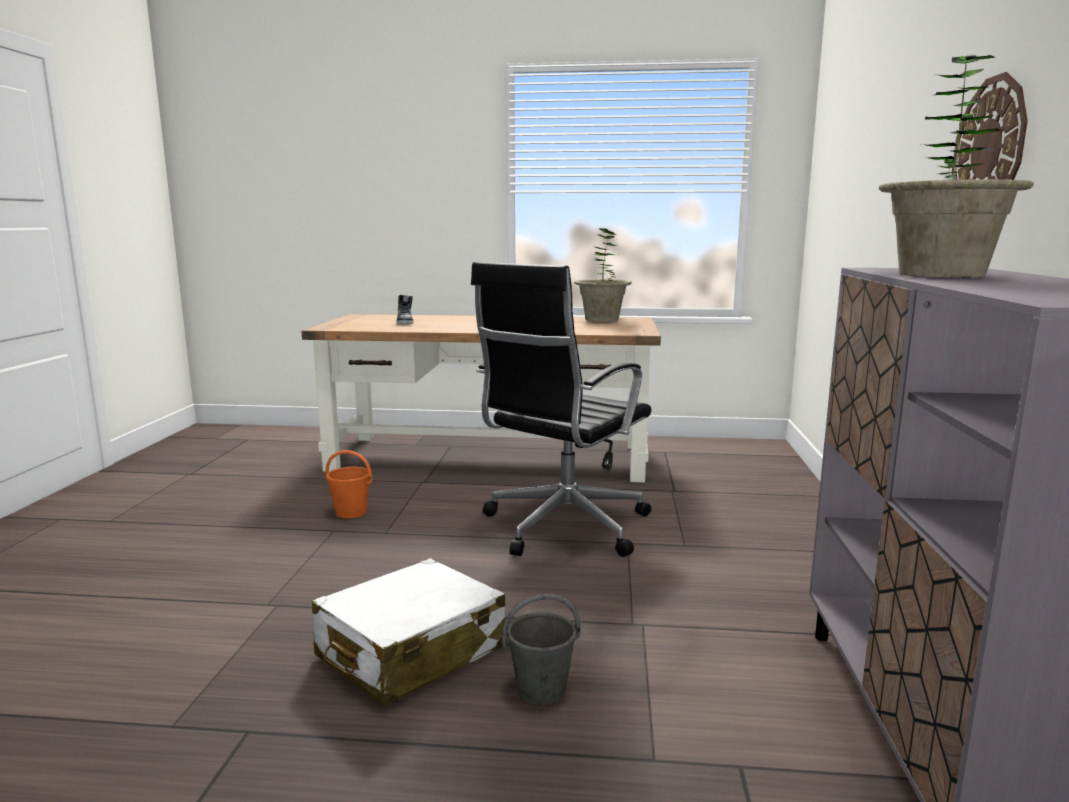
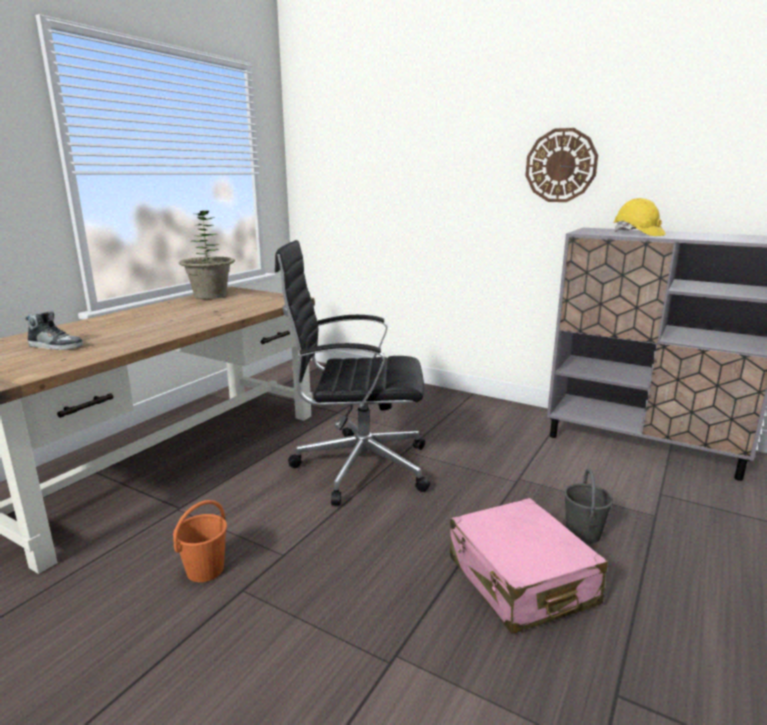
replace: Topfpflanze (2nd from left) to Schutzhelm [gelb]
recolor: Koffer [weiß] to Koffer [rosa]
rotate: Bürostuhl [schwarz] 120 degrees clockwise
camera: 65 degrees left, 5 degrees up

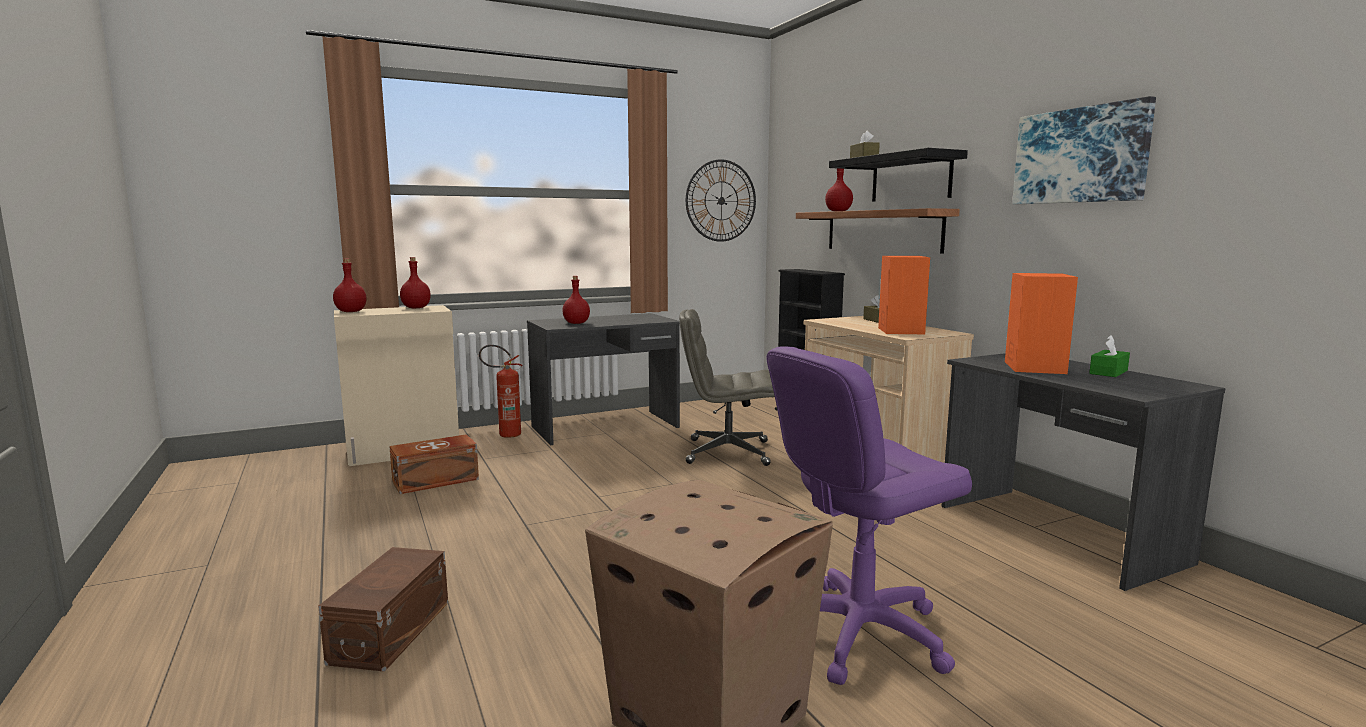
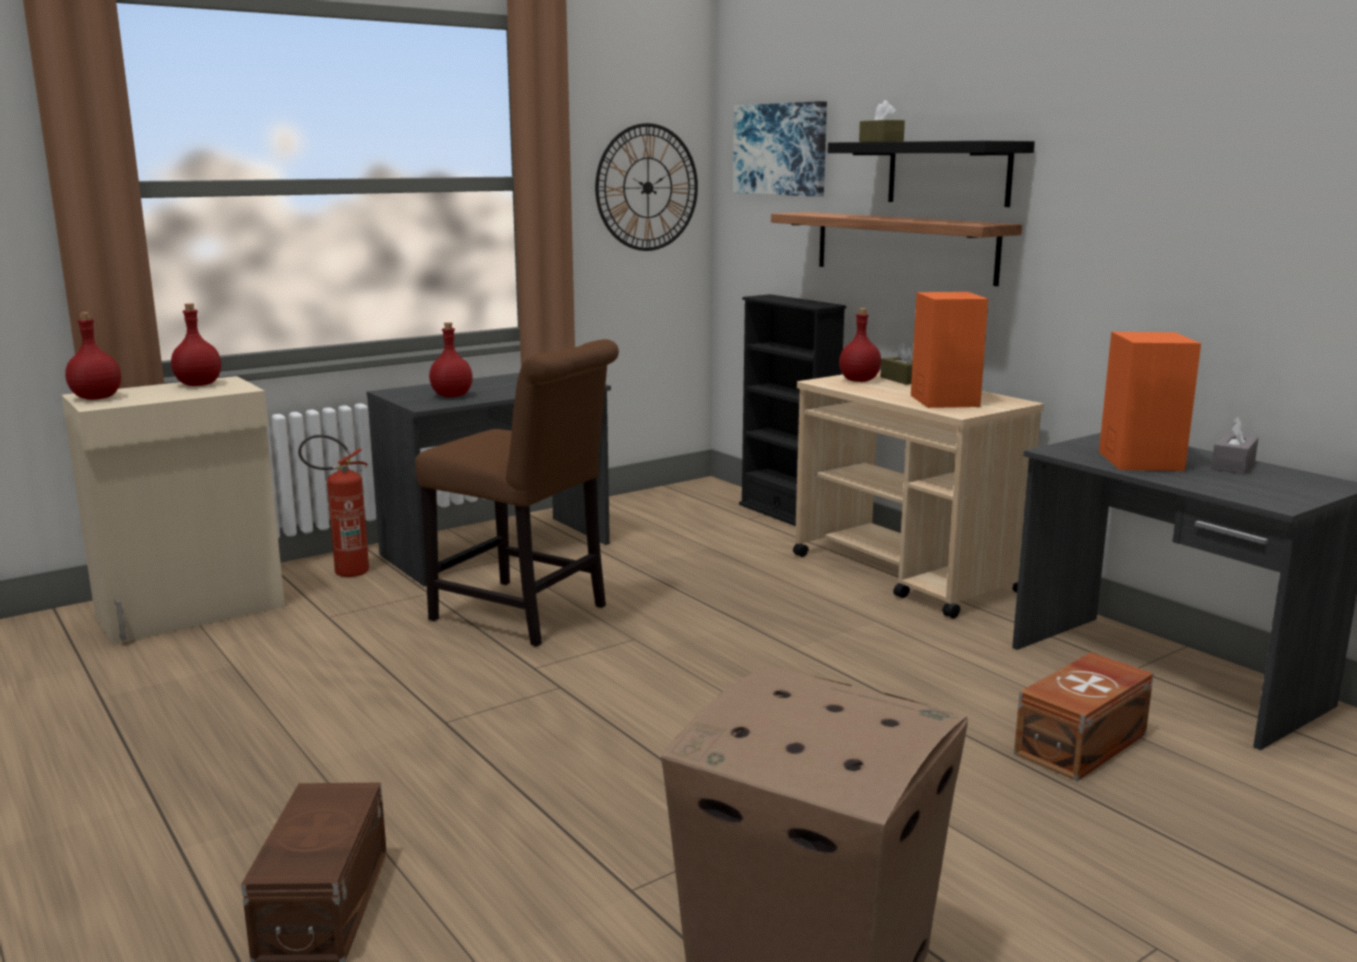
delete: Bürostuhl [grau]; Bürostuhl [lila]
insert: Stuhl [braun]
move: Bild; Flasche [rot] (4th from left); Aufbewahrungsbox [braun] (2nd from left)
recolor: Taschentuchbox [grün] to Taschentuchbox [grau]
camera: 10 degrees left, 5 degrees up

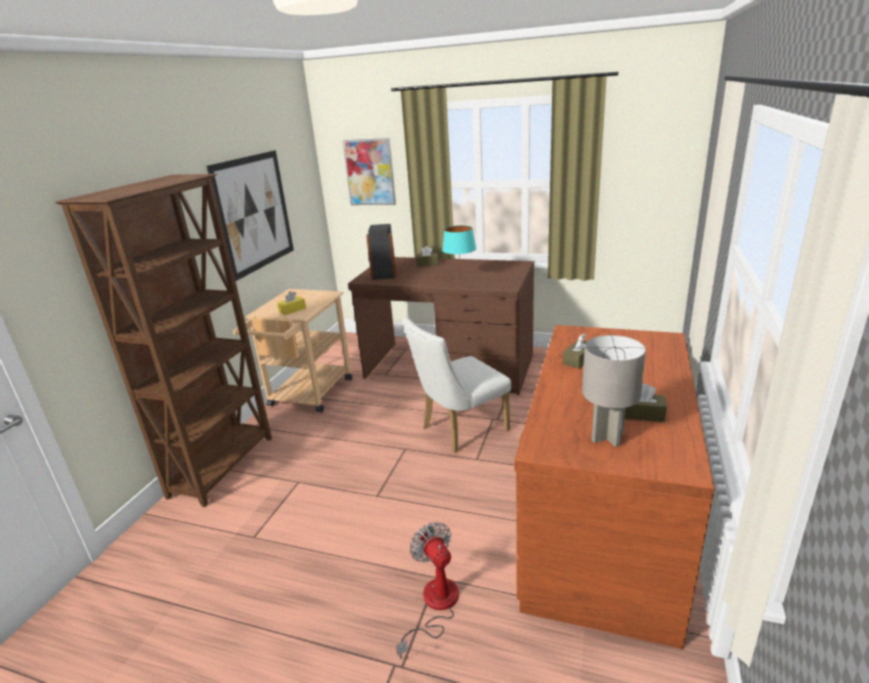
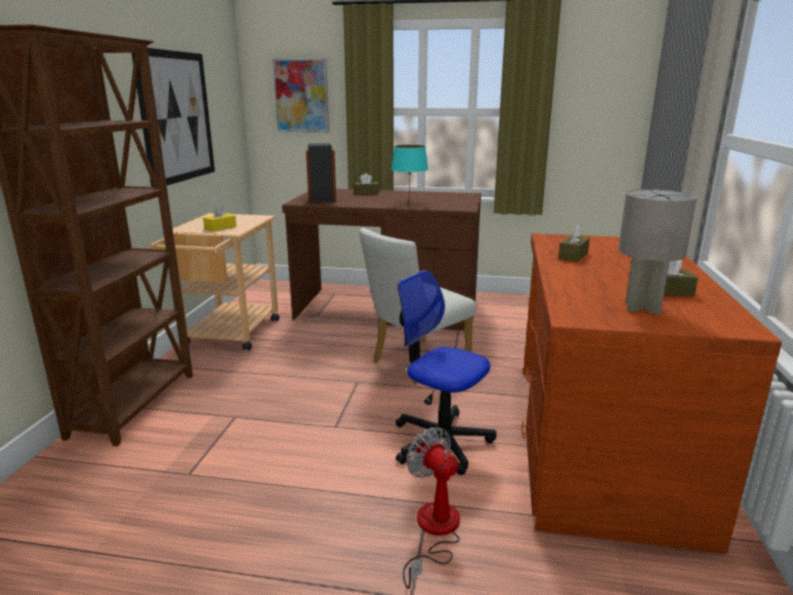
insert: Bürostuhl
camera: 10 degrees left, 5 degrees down

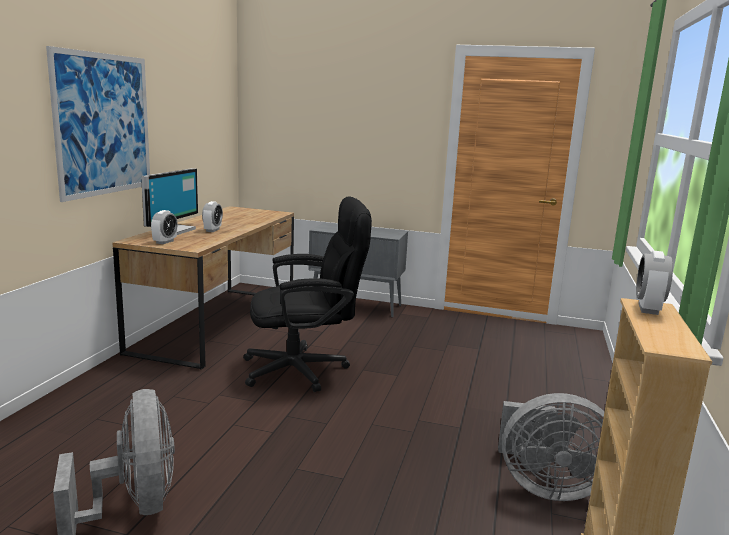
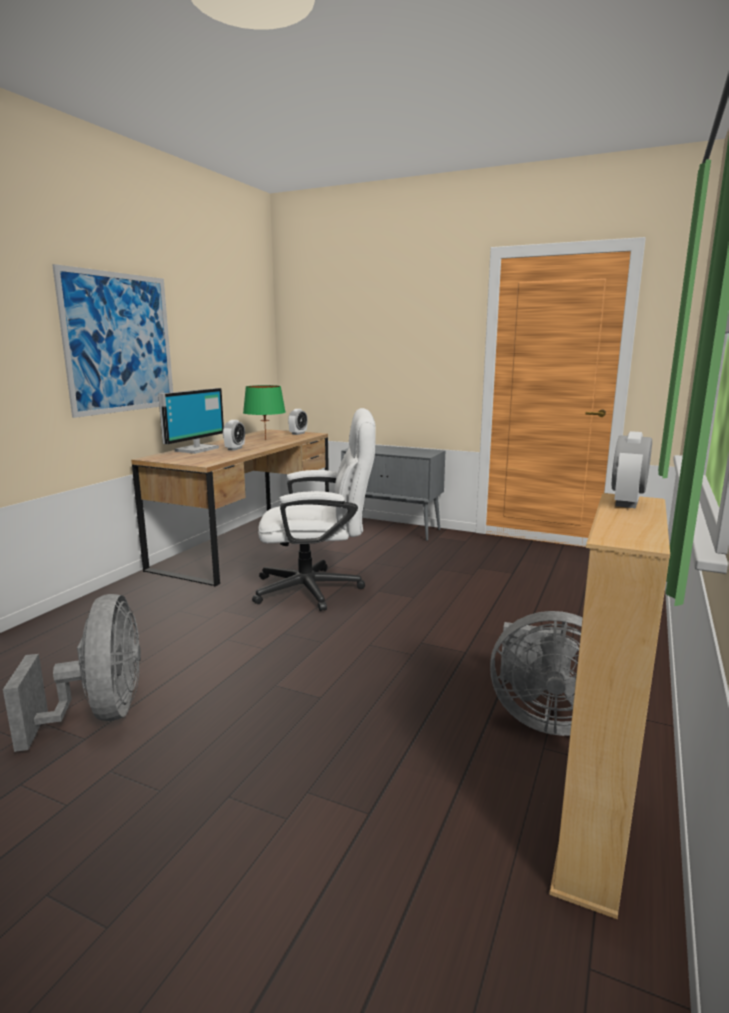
insert: Tischlampe [grün]
move: Wecker (1st from left in the first image) to Wecker (2nd from left)
recolor: Bürostuhl [schwarz] to Bürostuhl [weiß]
camera: 10 degrees right, 0 degrees up

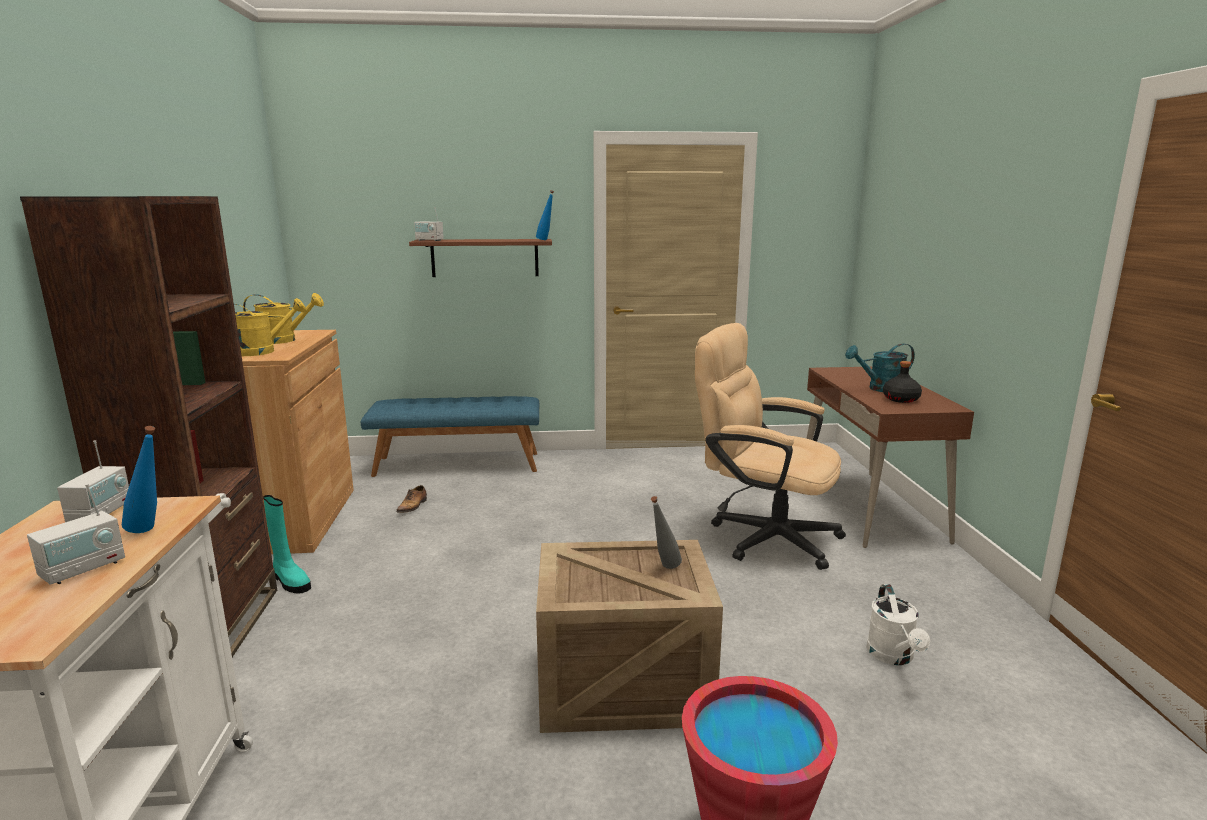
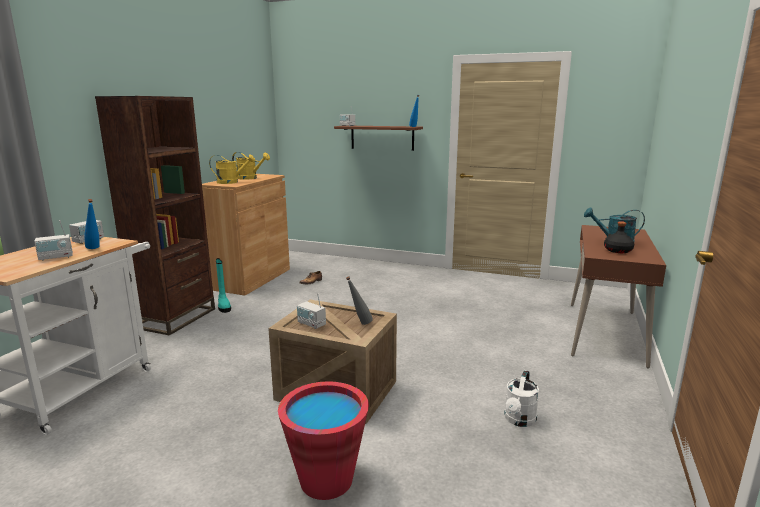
delete: Bürostuhl [beige]; Bank [blau]
insert: Radio (3rd from left)
camera: 25 degrees right, 0 degrees up

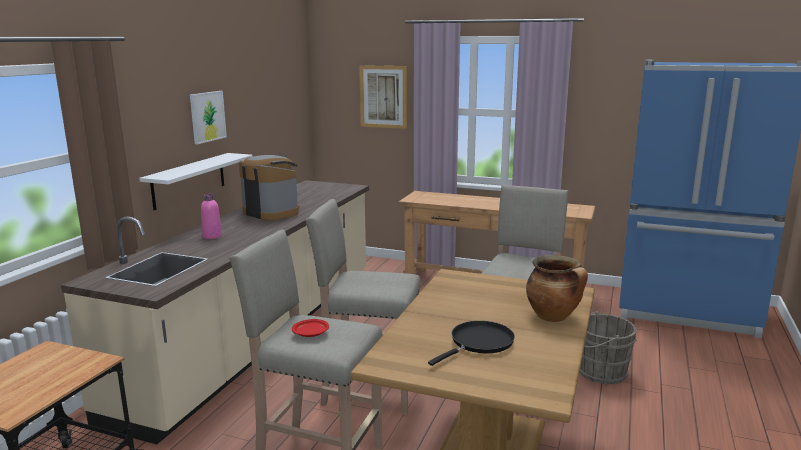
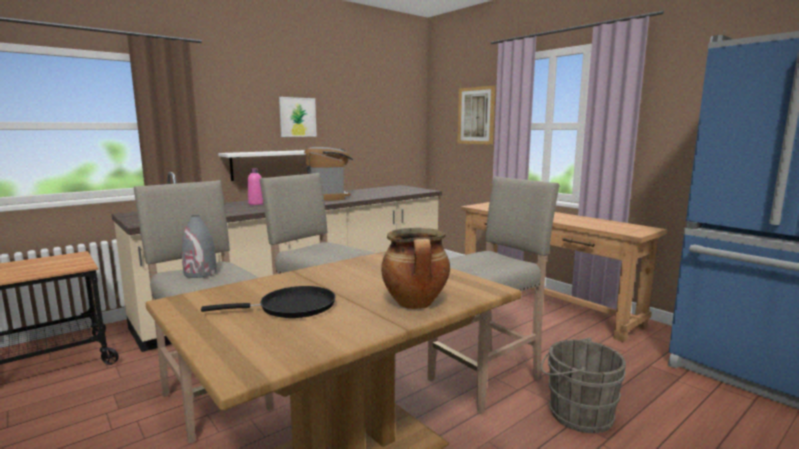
replace: Teller [rot] to Vase [grau]
camera: 30 degrees right, 5 degrees down

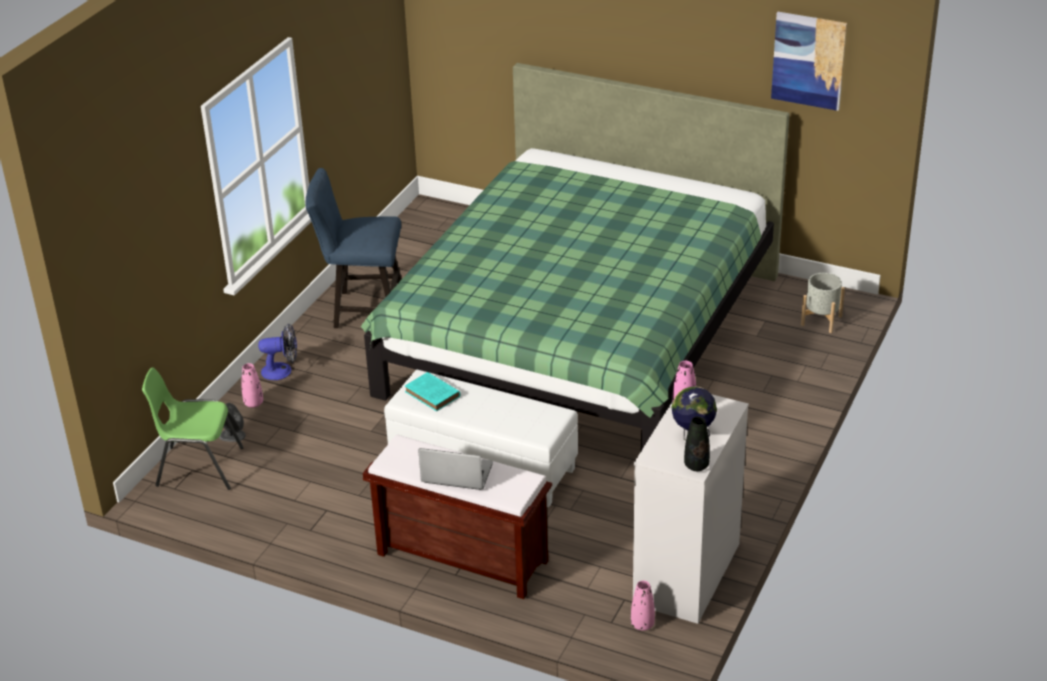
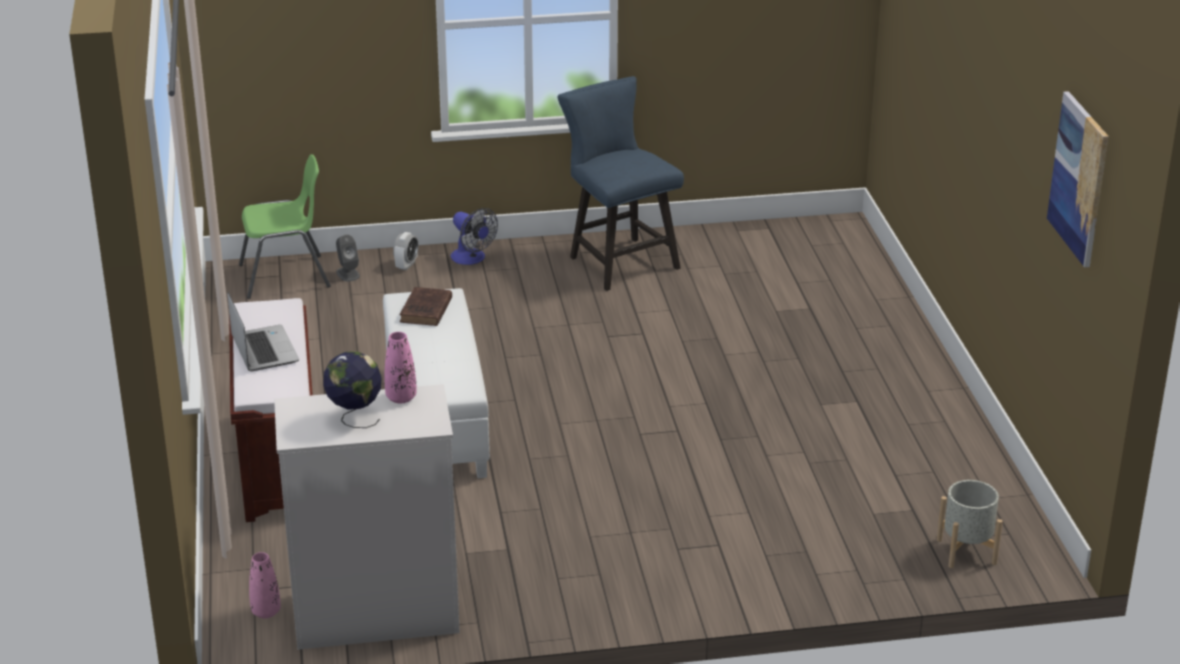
delete: Bett [grün]; Vase [schwarz]
replace: Vase [rosa] (1st from left) to Wecker
recolor: Buch [türkis] to Buch [braun]
rotate: Stuhl [grün] 105 degrees clockwise
camera: 55 degrees right, 5 degrees down

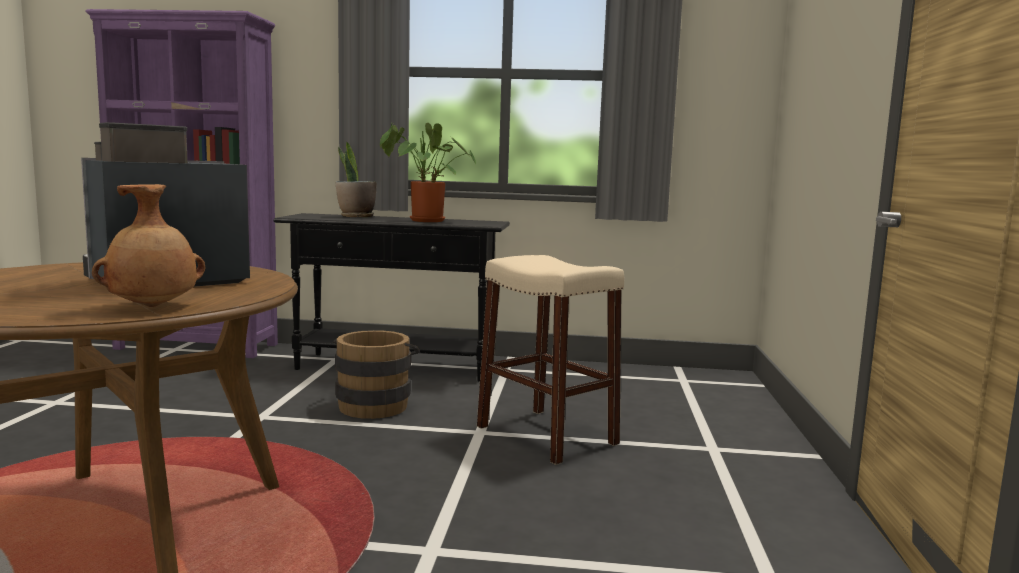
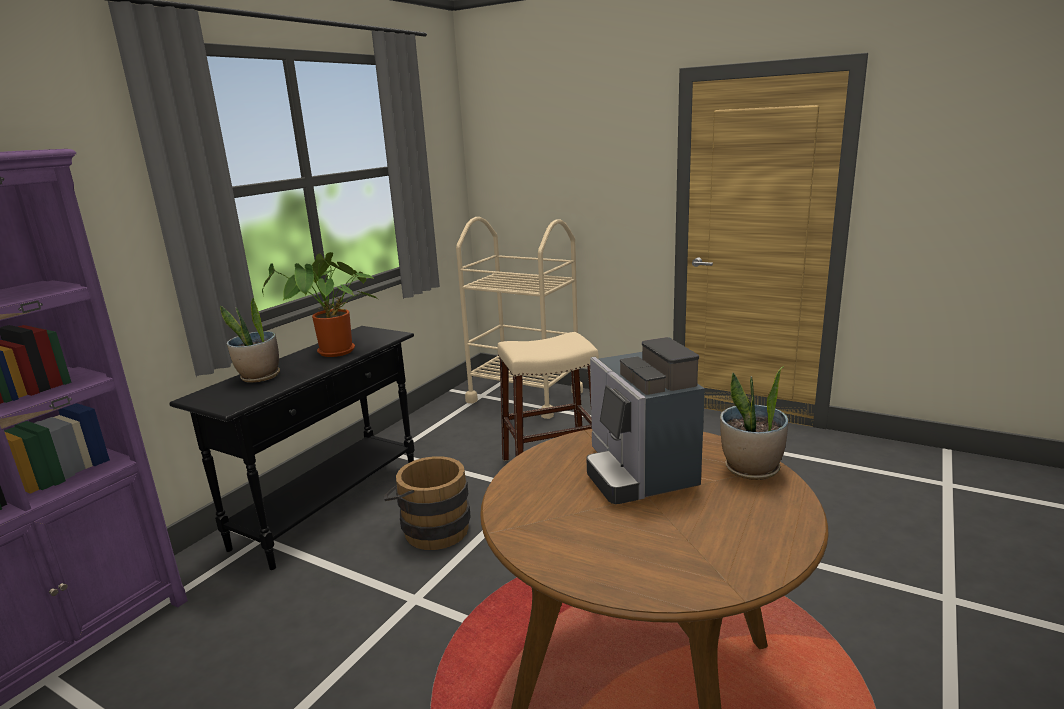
insert: Rollwagen [beige]
replace: Vase [braun] to Topfpflanze (3rd from left)
camera: 65 degrees left, 10 degrees up

